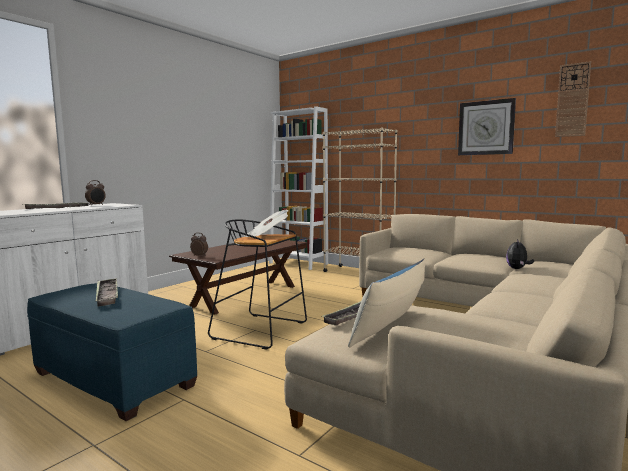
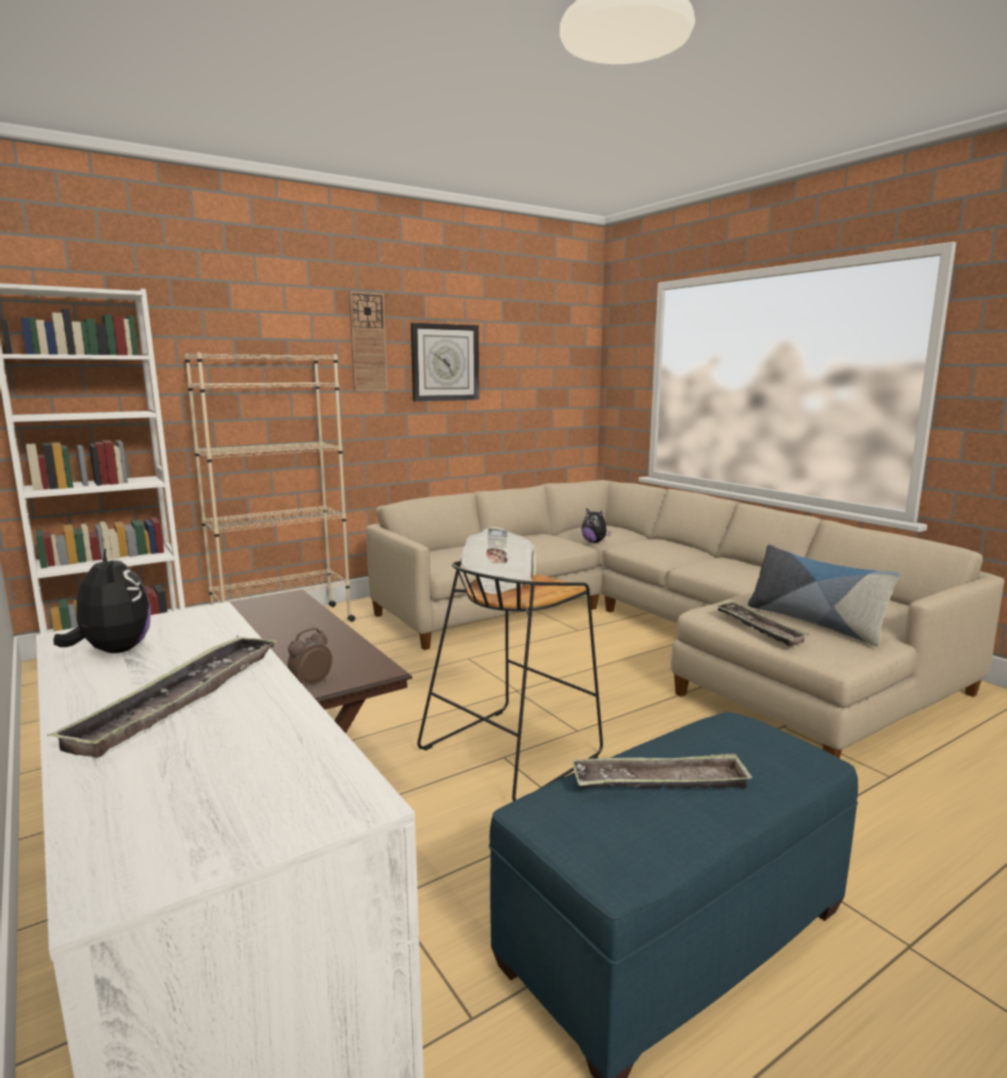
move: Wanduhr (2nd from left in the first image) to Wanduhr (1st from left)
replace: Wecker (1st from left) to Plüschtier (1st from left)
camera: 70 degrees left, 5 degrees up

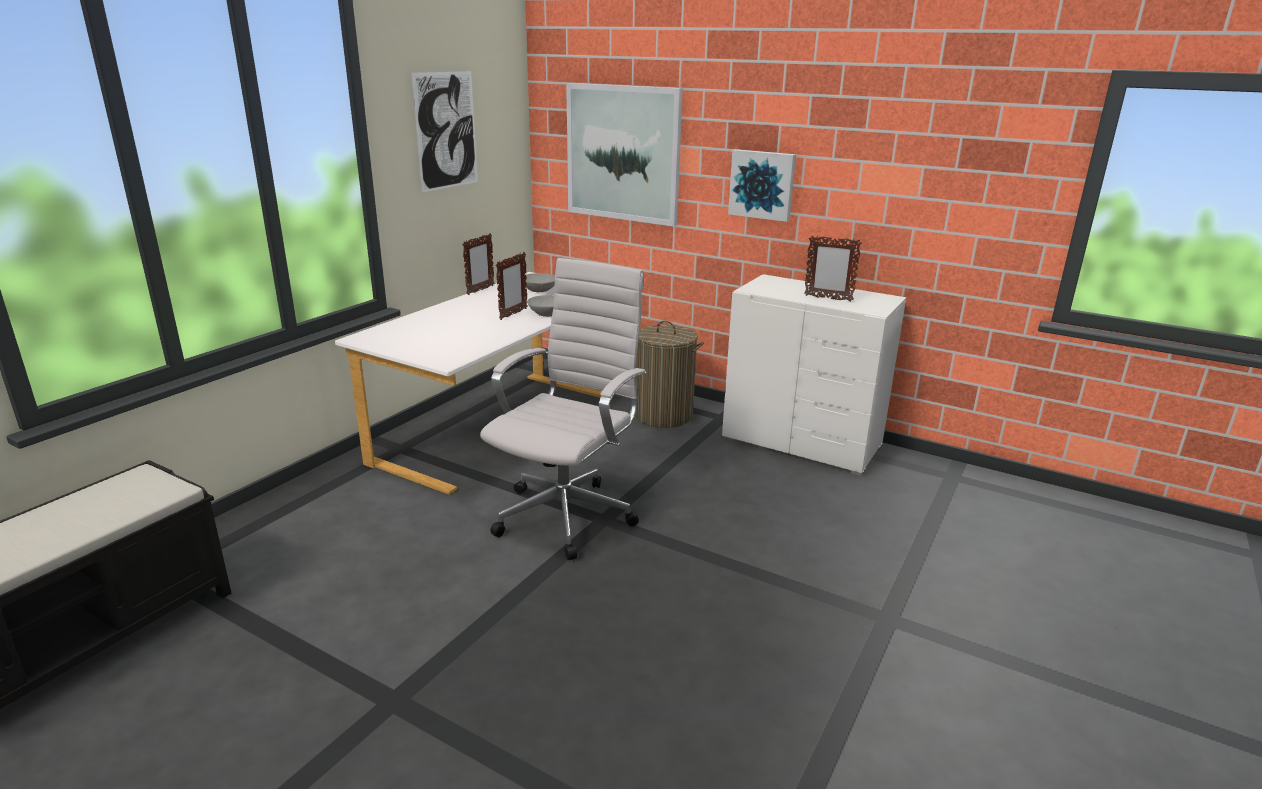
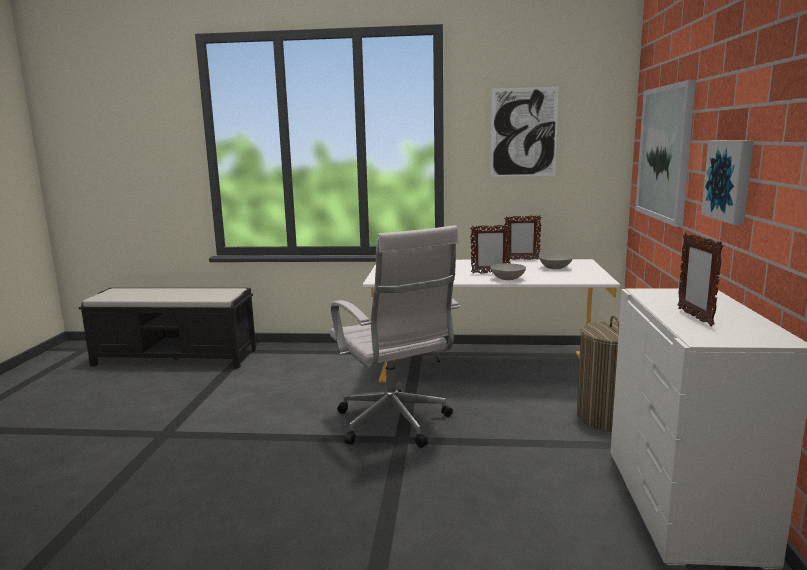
rotate: Bürostuhl [weiß] 60 degrees clockwise
camera: 65 degrees right, 10 degrees down

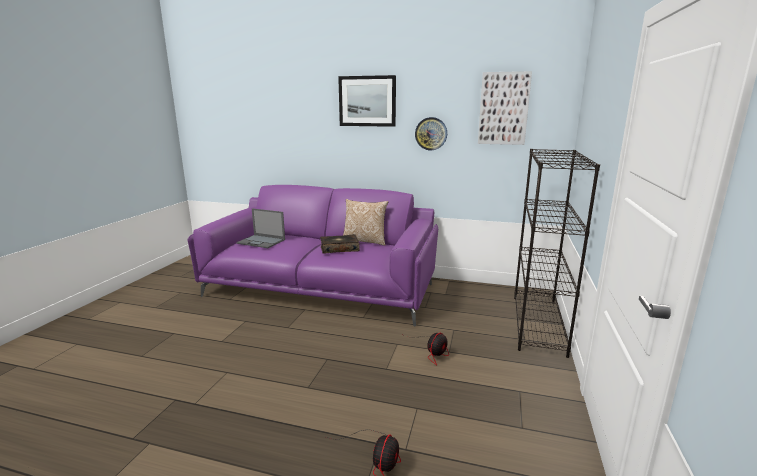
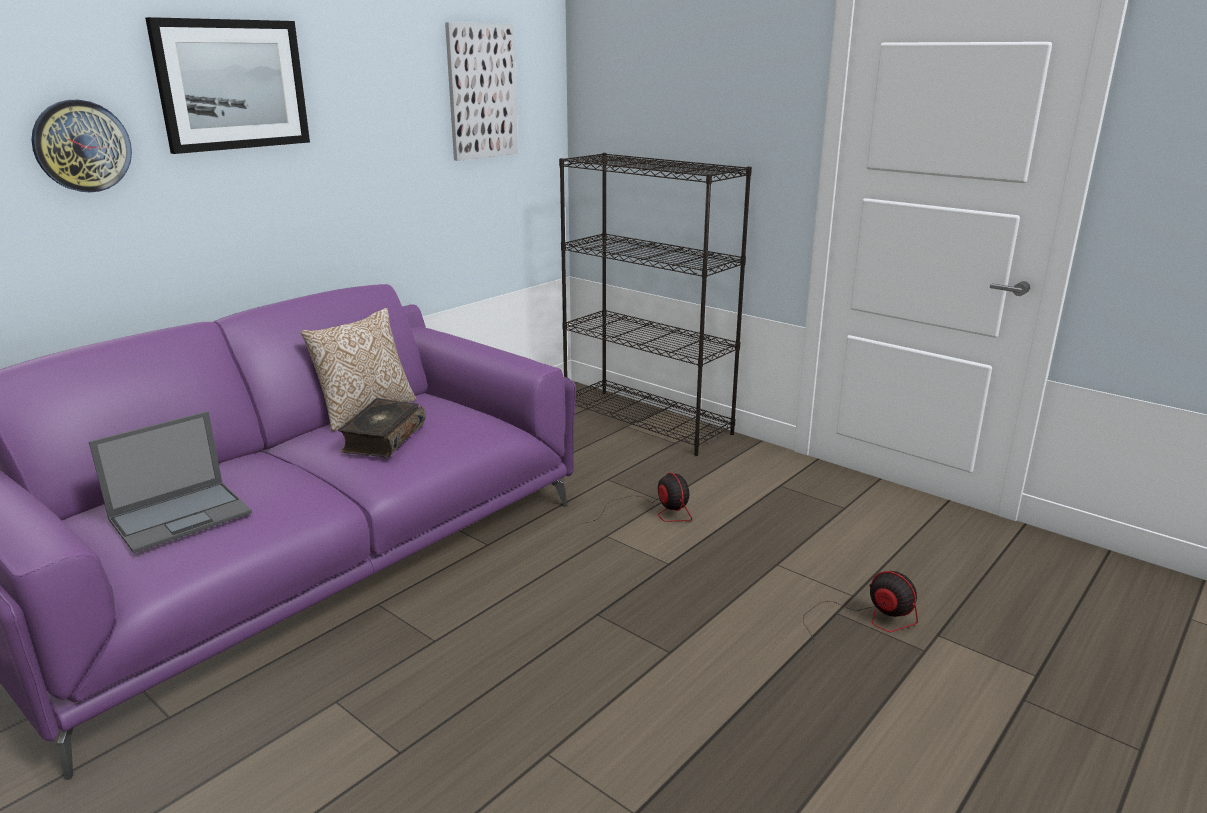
move: Wanduhr
camera: 65 degrees left, 5 degrees up

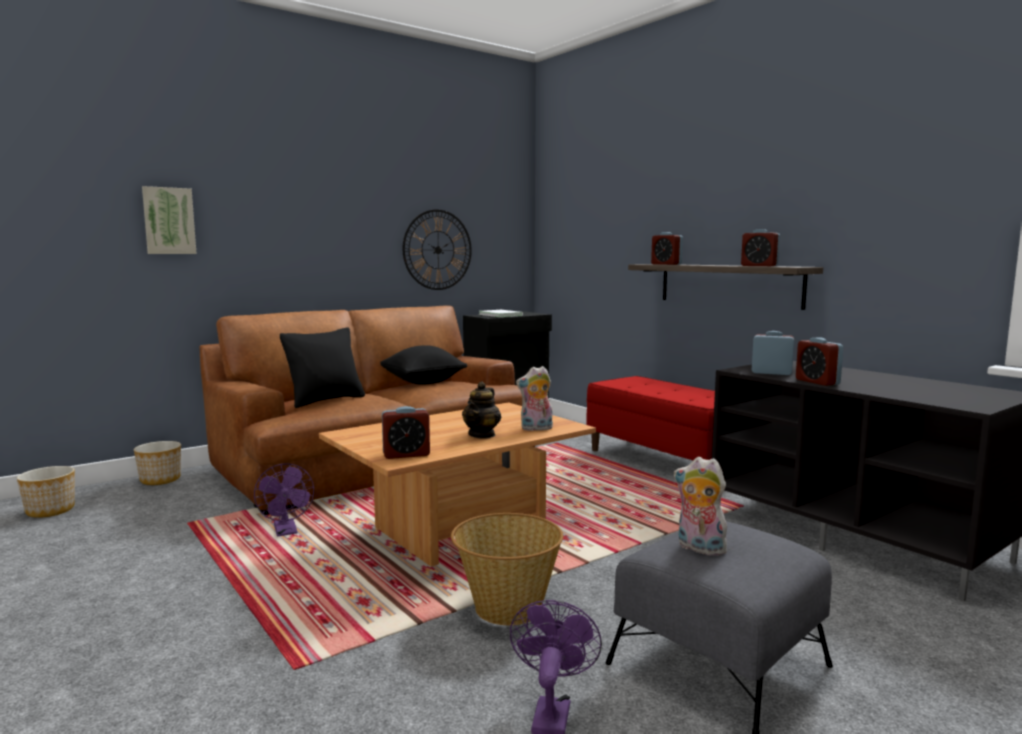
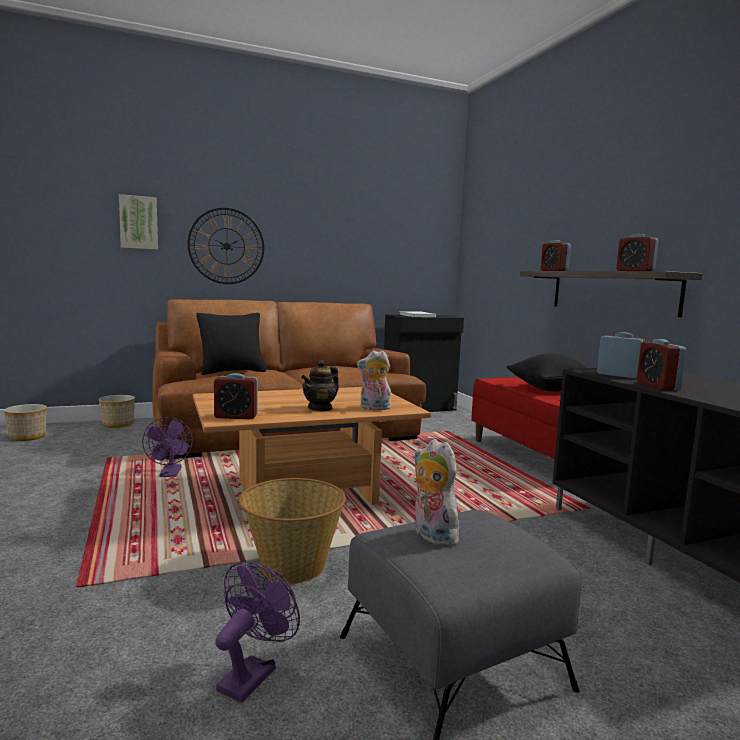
move: Wanduhr; Kissen [schwarz] (2nd from left)
camera: 15 degrees right, 0 degrees up

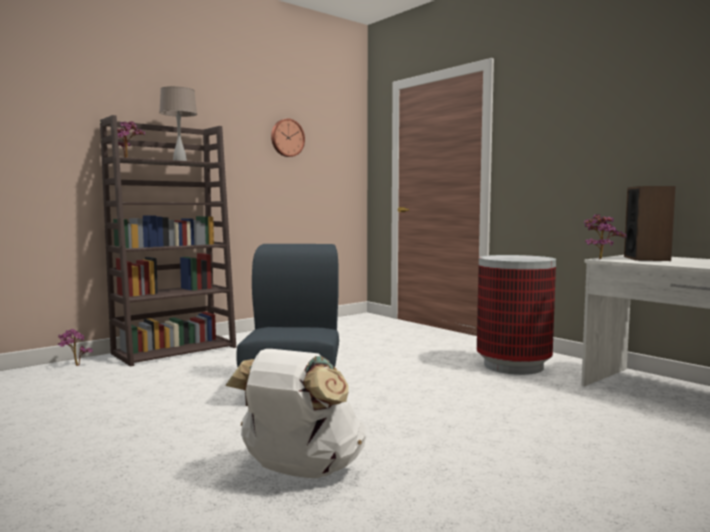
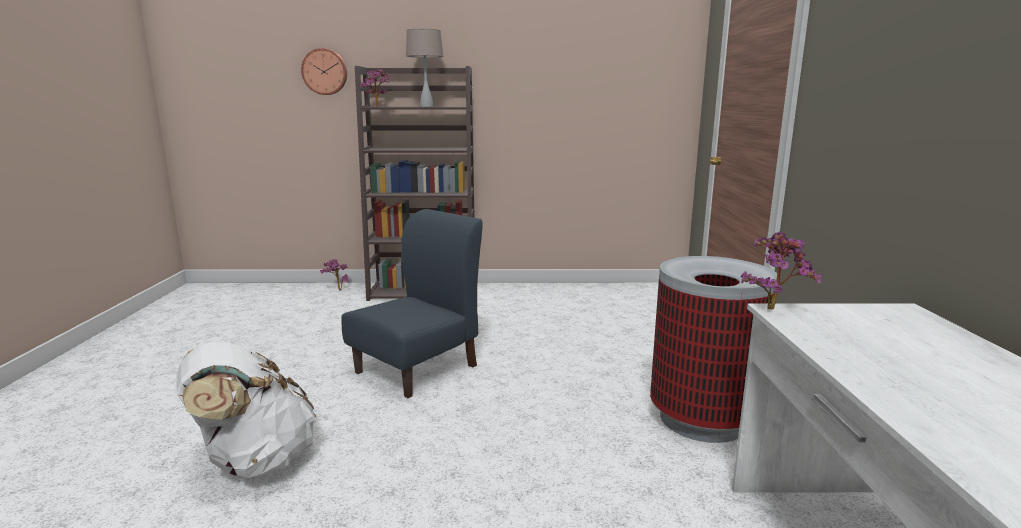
delete: Lautsprecher
move: Wanduhr
camera: 40 degrees right, 10 degrees up

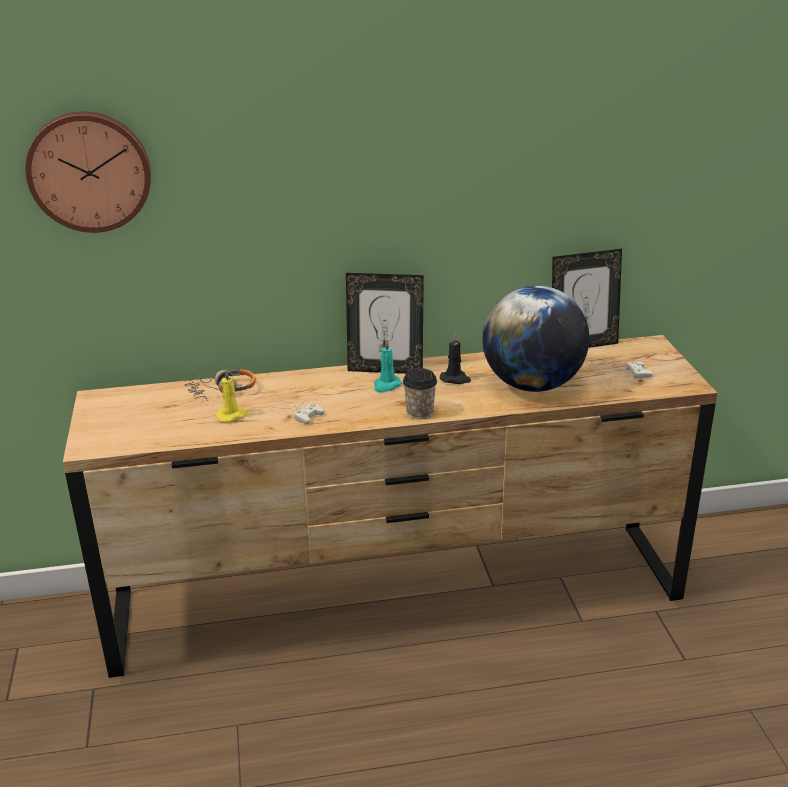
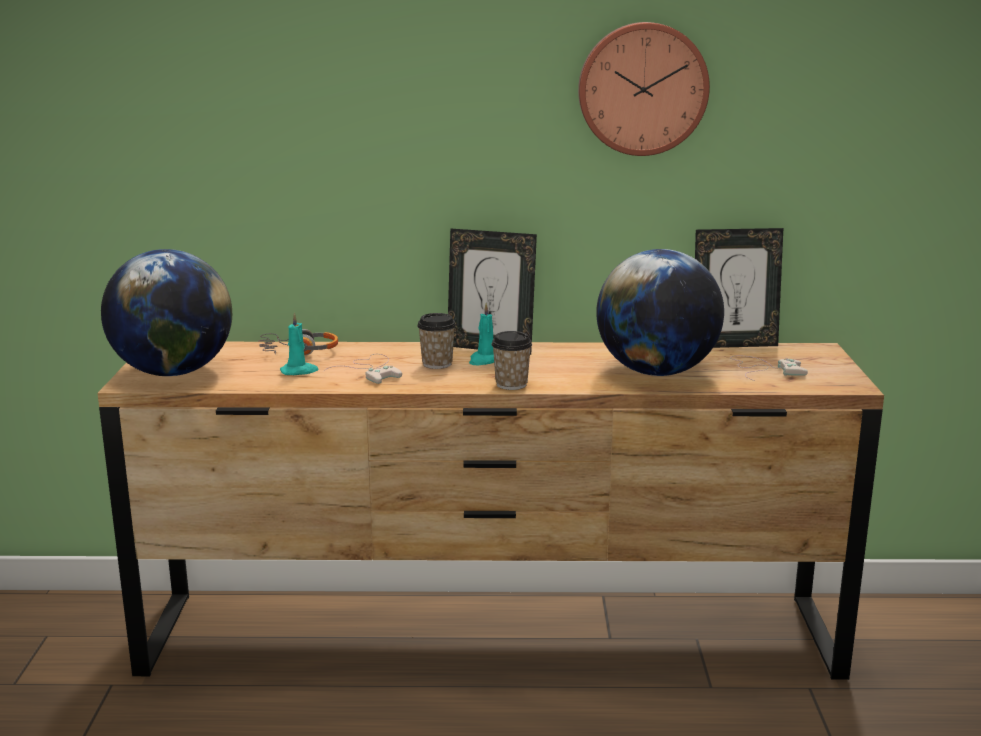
delete: Kerze [schwarz]
insert: Globus (1st from left); Tasse (1st from left)
move: Wanduhr
recolor: Kerze [gelb] to Kerze [türkis] (1st from left)
camera: 10 degrees right, 10 degrees down

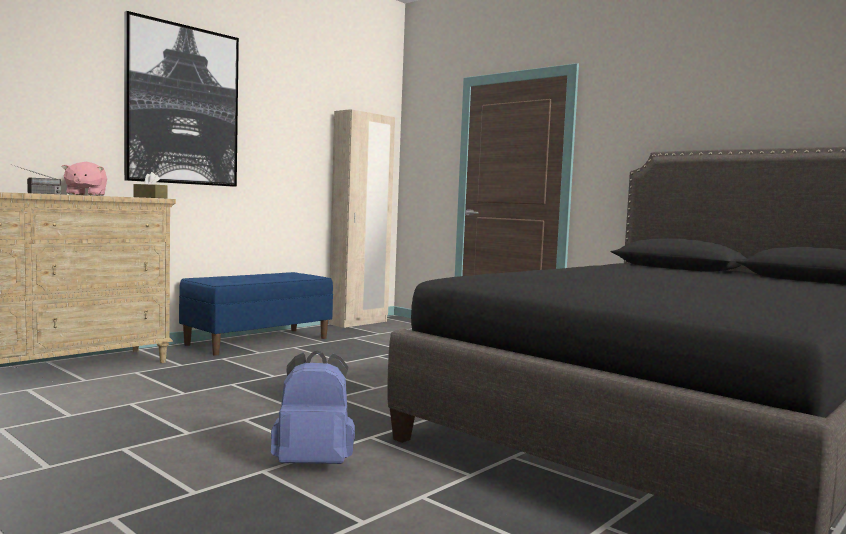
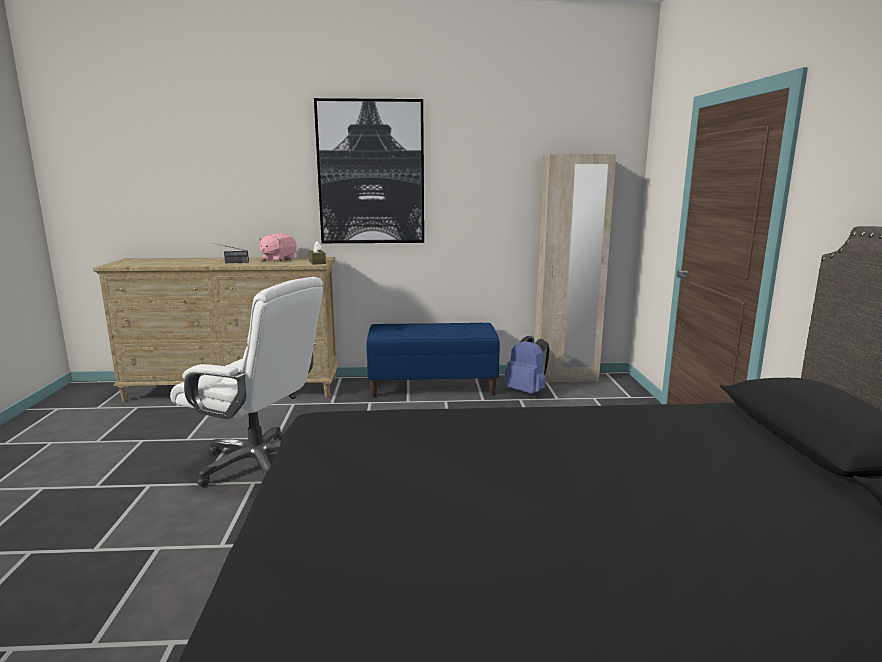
insert: Bürostuhl [weiß]
move: Rucksack [blau]
camera: 45 degrees right, 10 degrees up

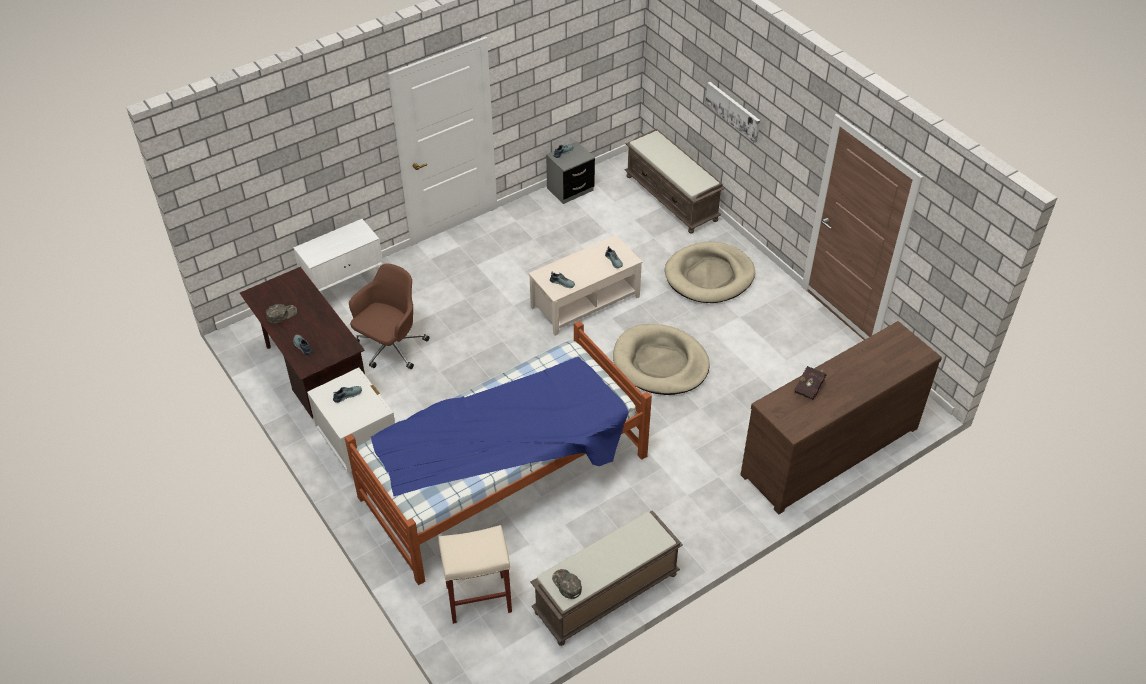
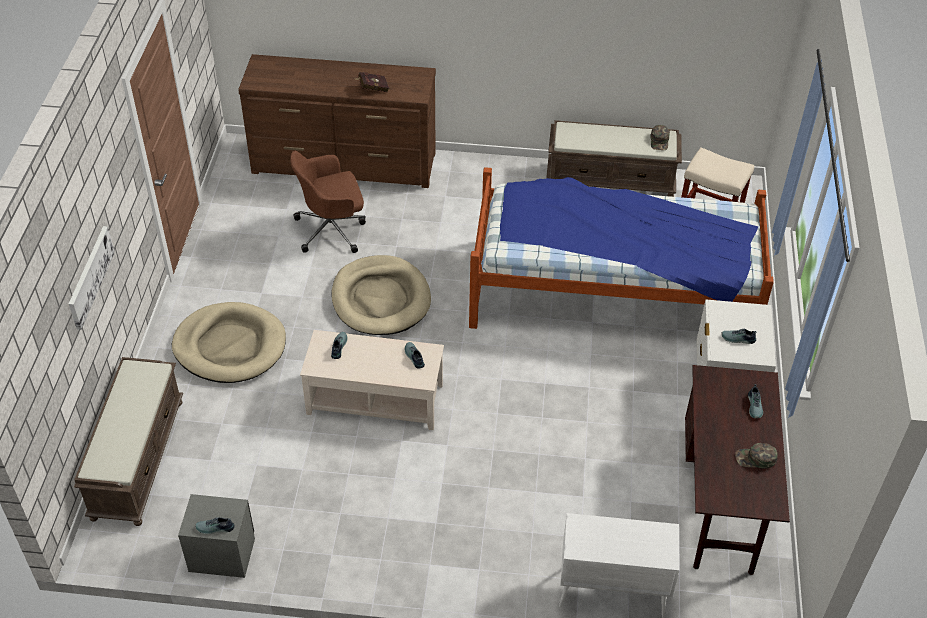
move: Bürostuhl [braun]
camera: 140 degrees left, 0 degrees up

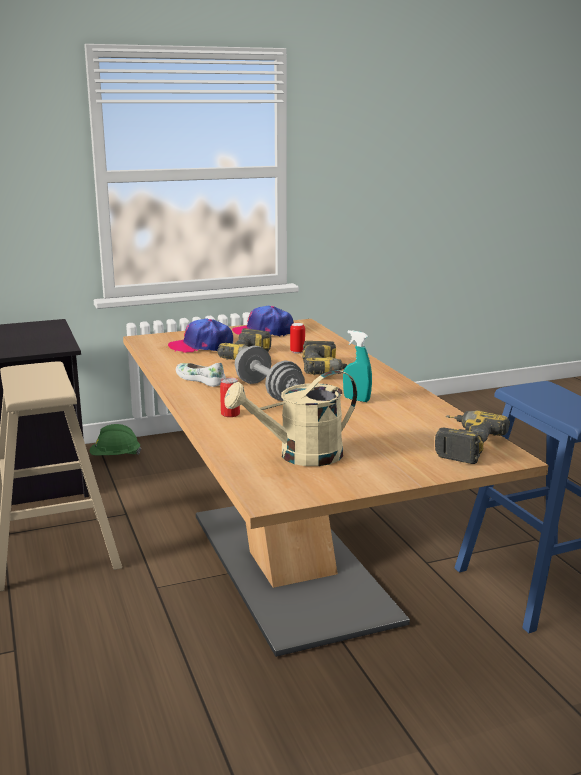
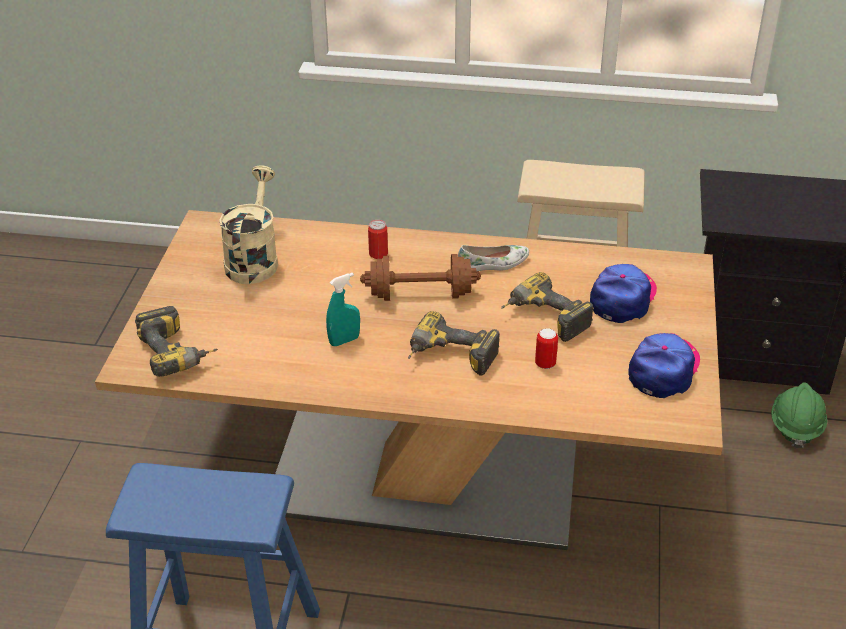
recolor: Hantel [grau] to Hantel [braun]
camera: 120 degrees right, 20 degrees up

